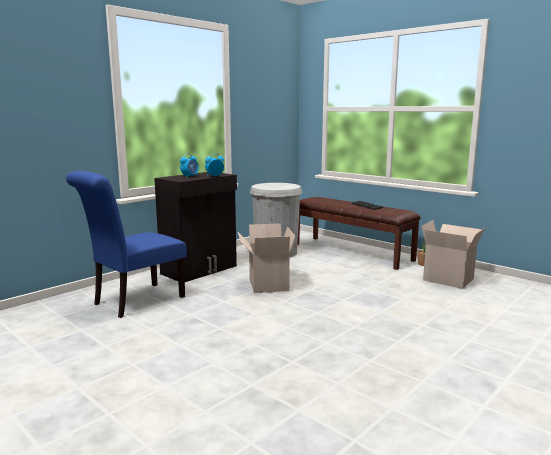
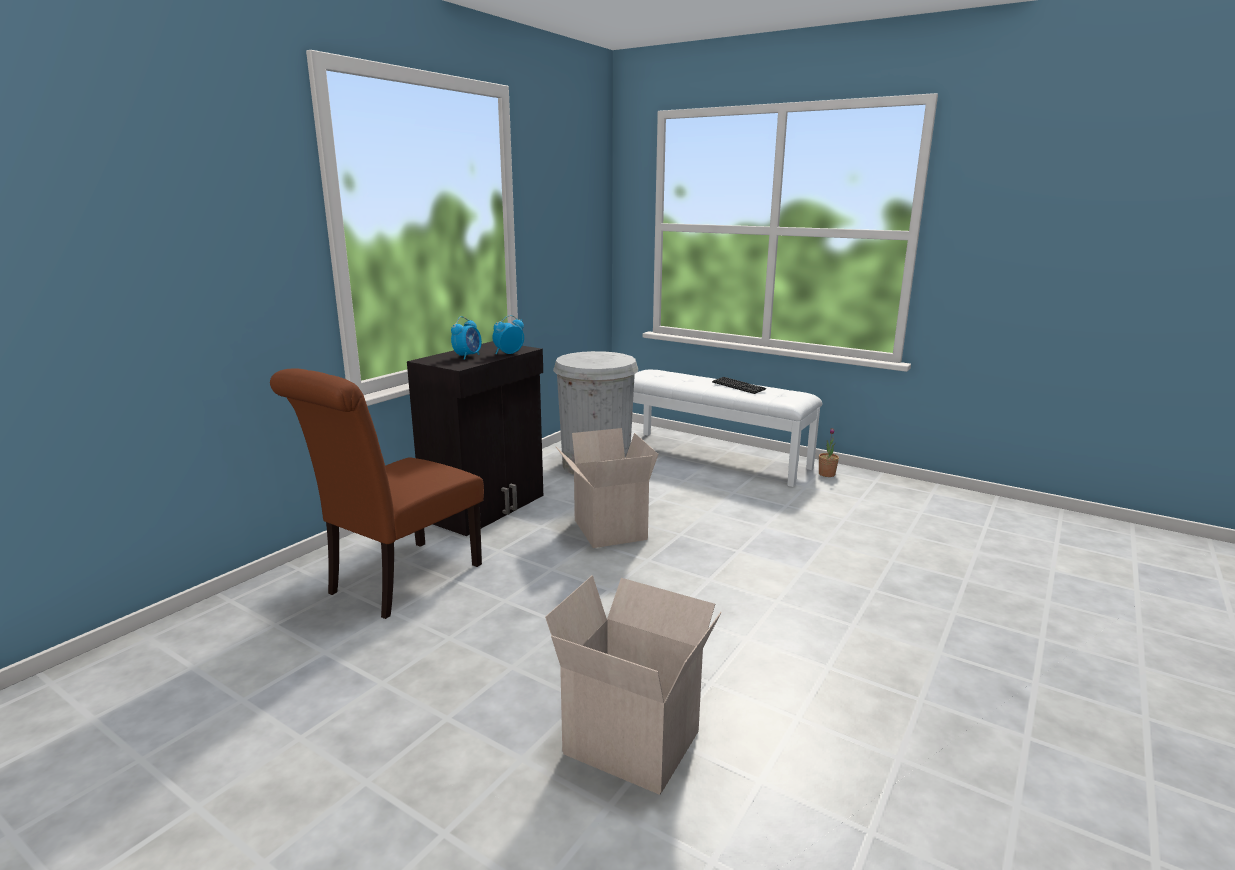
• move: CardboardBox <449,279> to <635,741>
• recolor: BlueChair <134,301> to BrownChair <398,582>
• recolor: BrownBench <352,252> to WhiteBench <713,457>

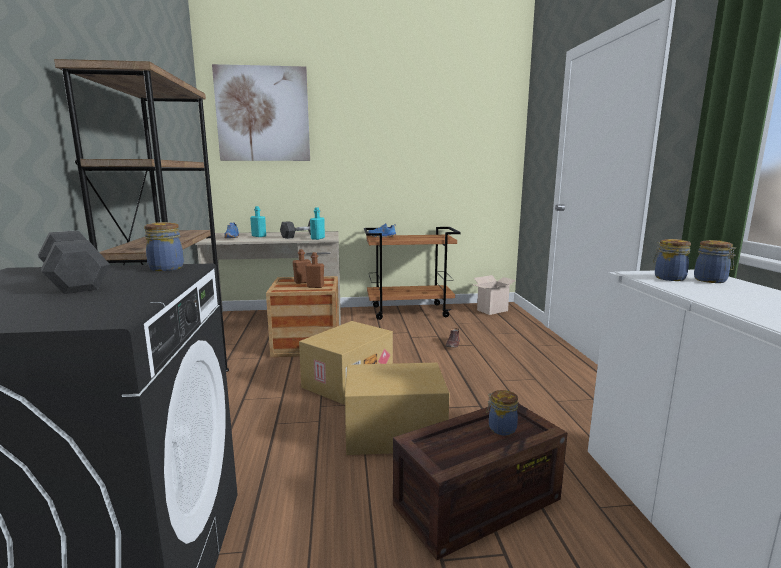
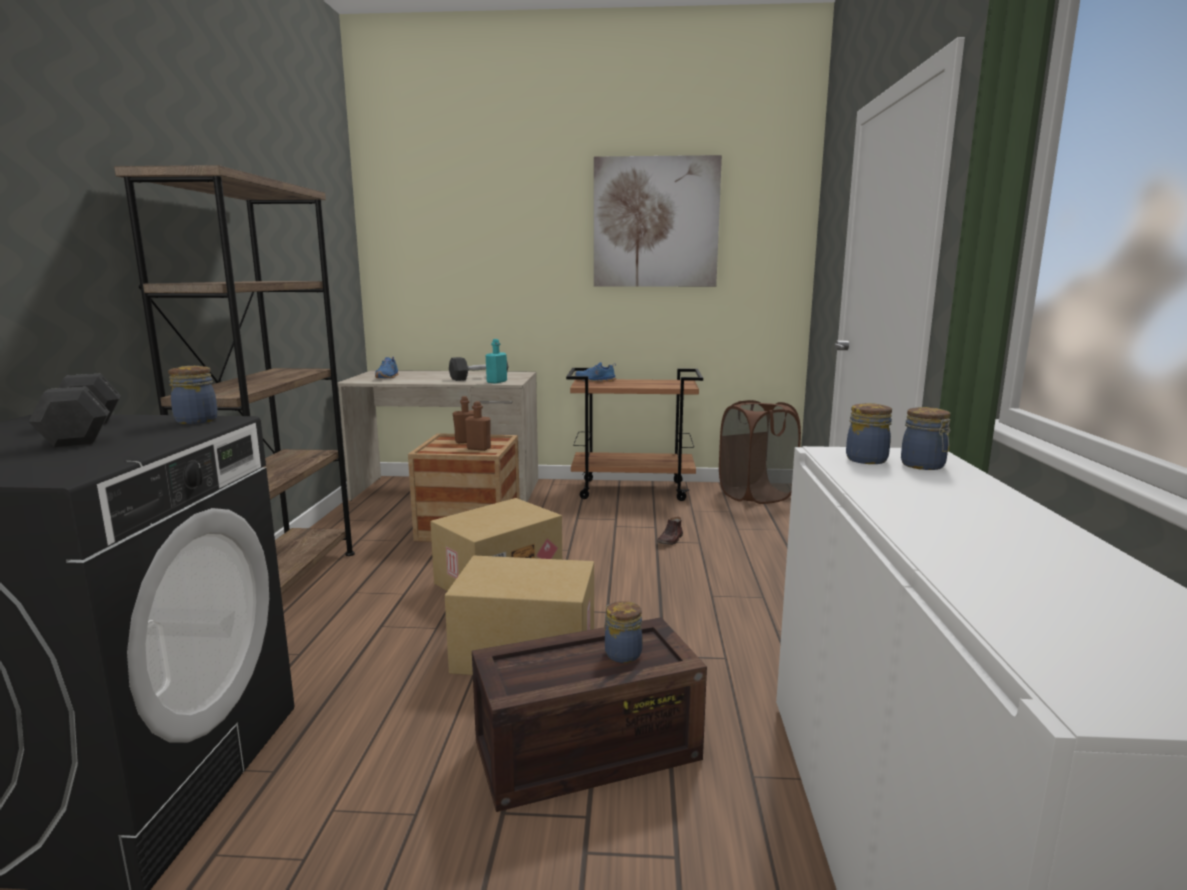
• delete: TurquoiseBottle <259,236>
• move: Picture <263,114> to <655,222>
• replace: CardboardBox <492,311> to BrownLaundryBasket <756,495>

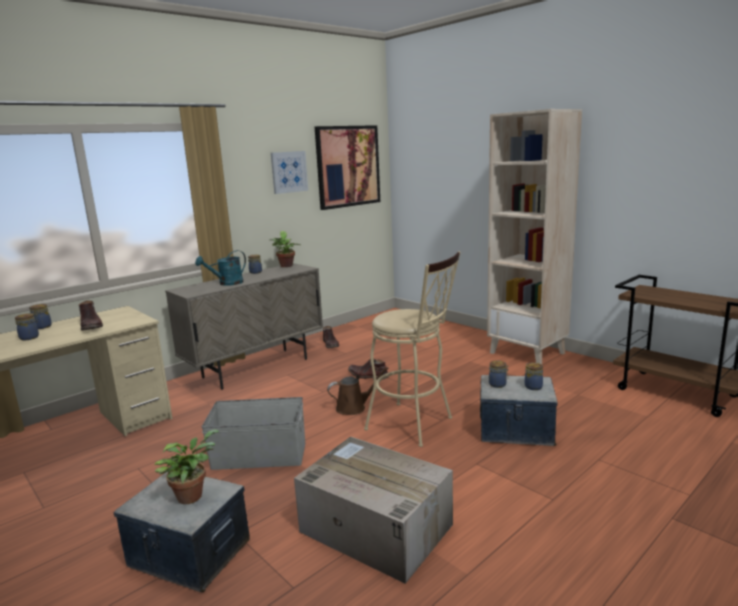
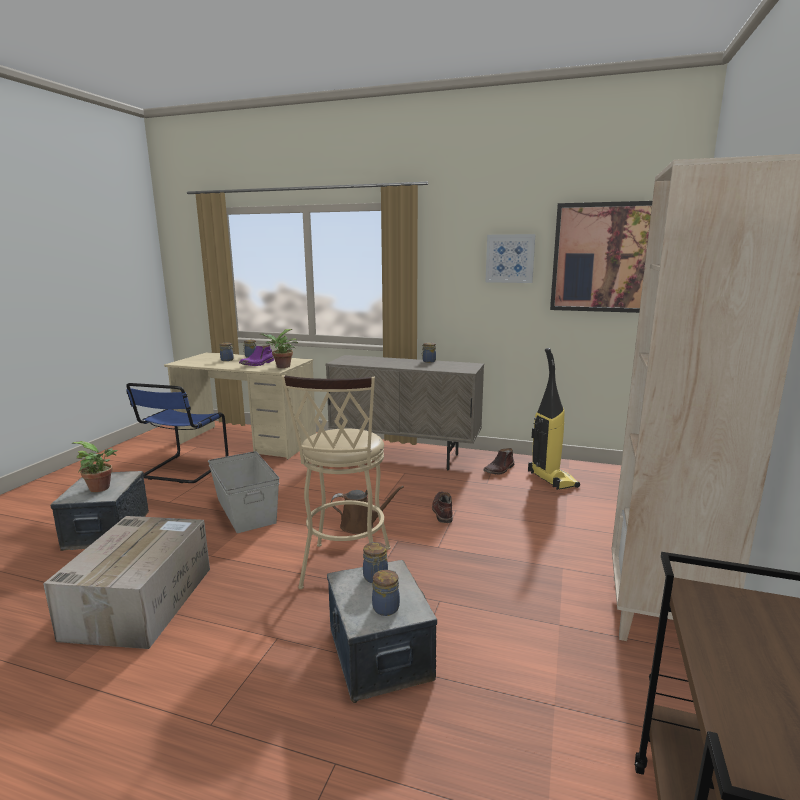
• delete: TurquoiseWateringCan <227,283>
• insert: BlueChair <183,470>
• insert: VacuumCleaner <551,479>
• move: PottedPlant <286,266> to <281,367>
• recolor: BrownBoot <91,326> to PurpleBoot <257,364>
• rotate: BrownWateringCan <354,408> = <361,525> 45 degrees counterclockwise

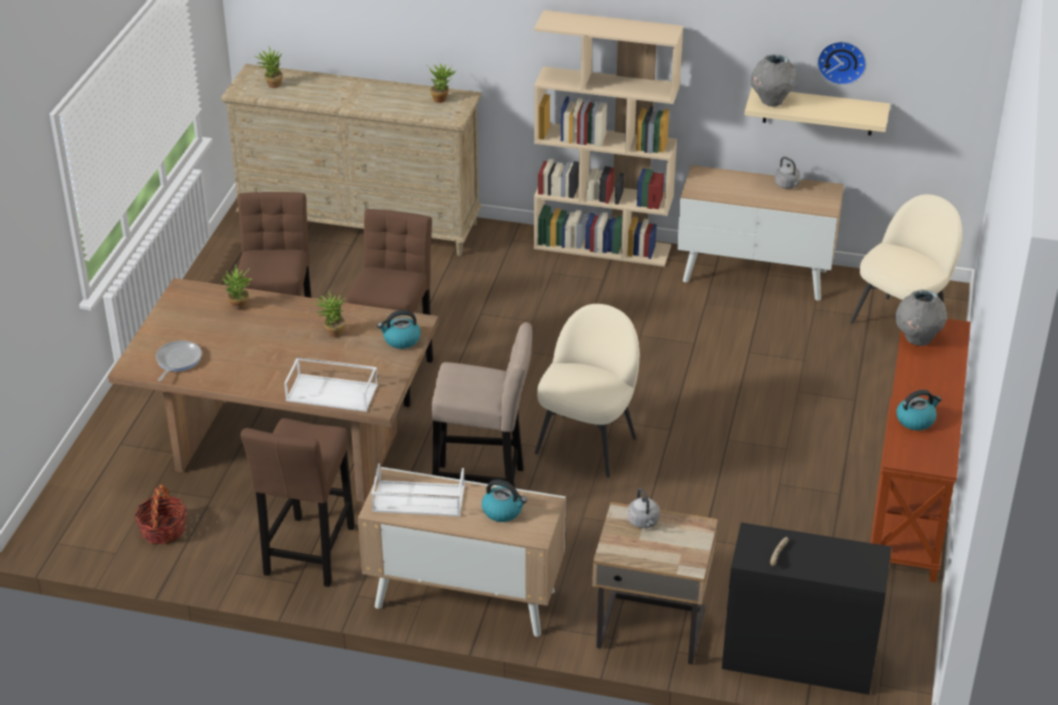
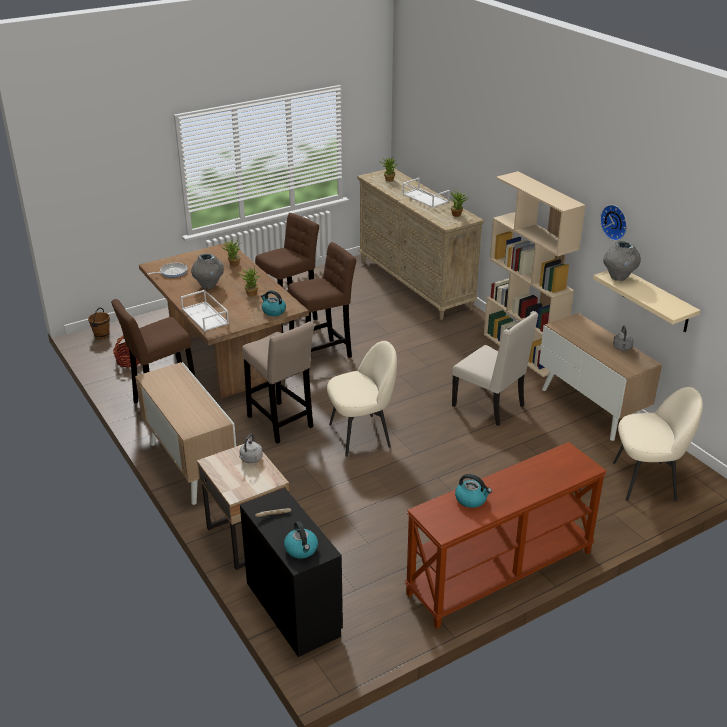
• insert: BrownBucket <102,335>
• insert: BeigeChair <490,406>
• move: WhiteTray <417,499> to <424,198>
• move: Kettle <503,511> to <301,549>
• move: WallClock <842,61> to <615,222>
• move: GreyVase <917,339> to <208,286>

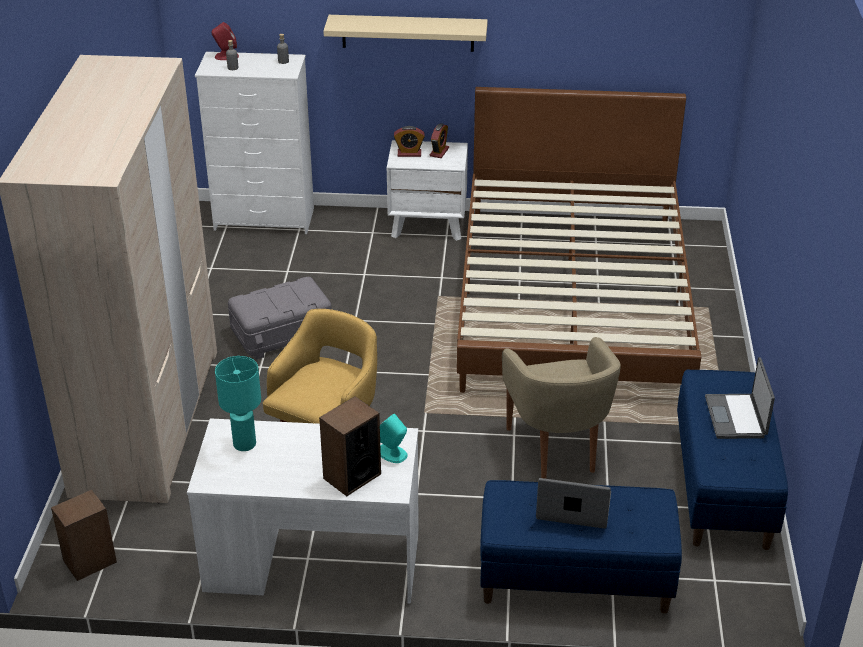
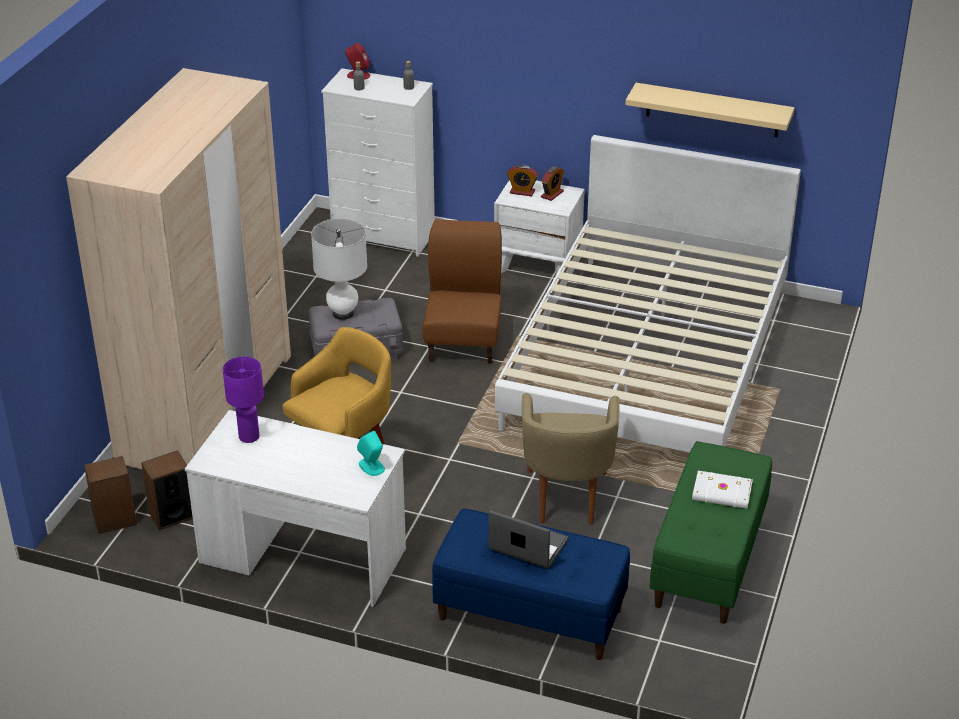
• insert: WhiteTableLamp <343,313>
• insert: BrownChair <464,341>
• move: Speaker <351,476> to <171,515>
• move: BeigeShelf <408,33> to <712,110>
• replace: Laptop <736,417> to WhiteBook <722,493>
• recolor: TurquoiseTableLamp <245,444> to PurpleTableLamp <249,436>
• recolor: BrownBed <573,299> to WhiteBed <648,359>
• recolor: BlueBench <723,488> to GreenBench <709,561>

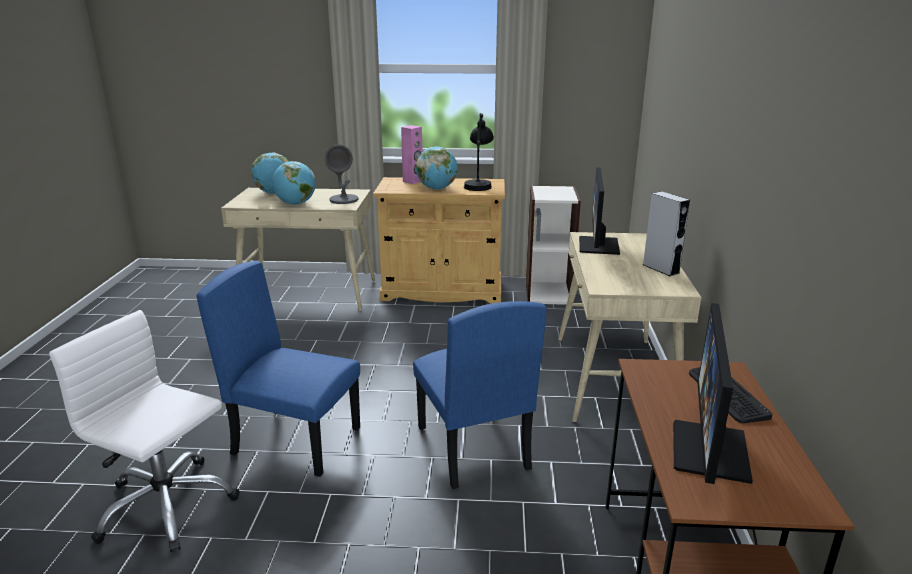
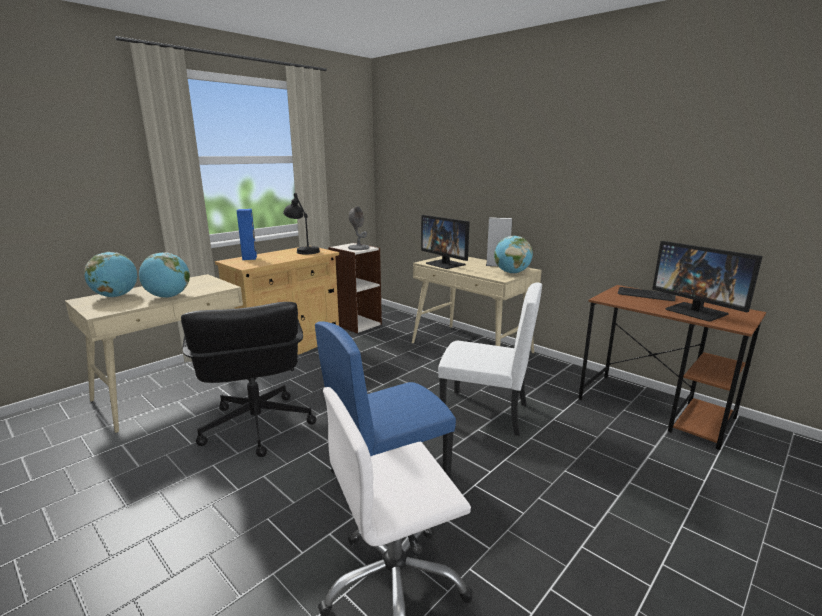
• insert: BlackOfficeChair <256,426>
• move: GreyTableLamp <344,200> to <359,248>
• move: Globe <437,188> to <511,273>
• recolor: PinkSpeaker <413,181> to BlueSpeaker <250,258>
• recolor: BlueChair <471,447> to WhiteChair <484,412>

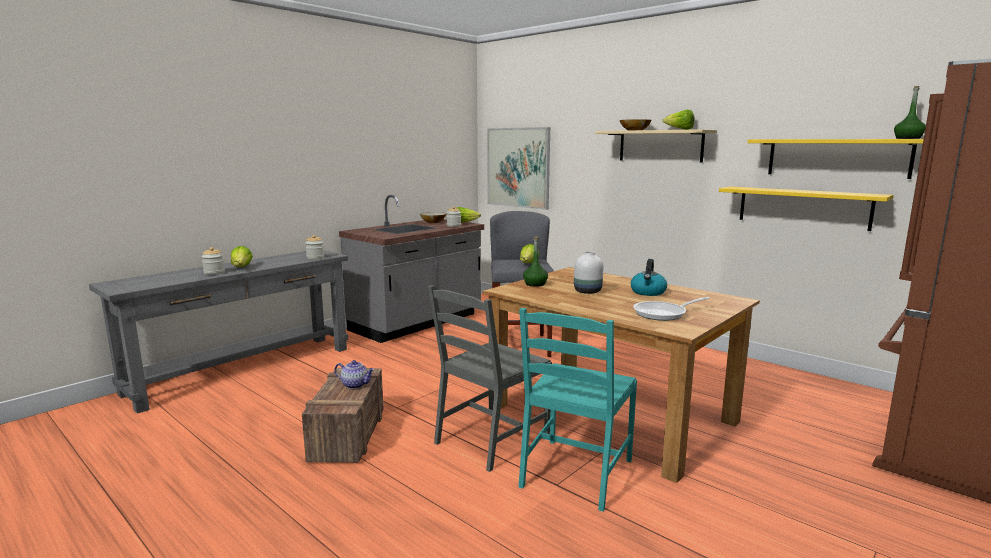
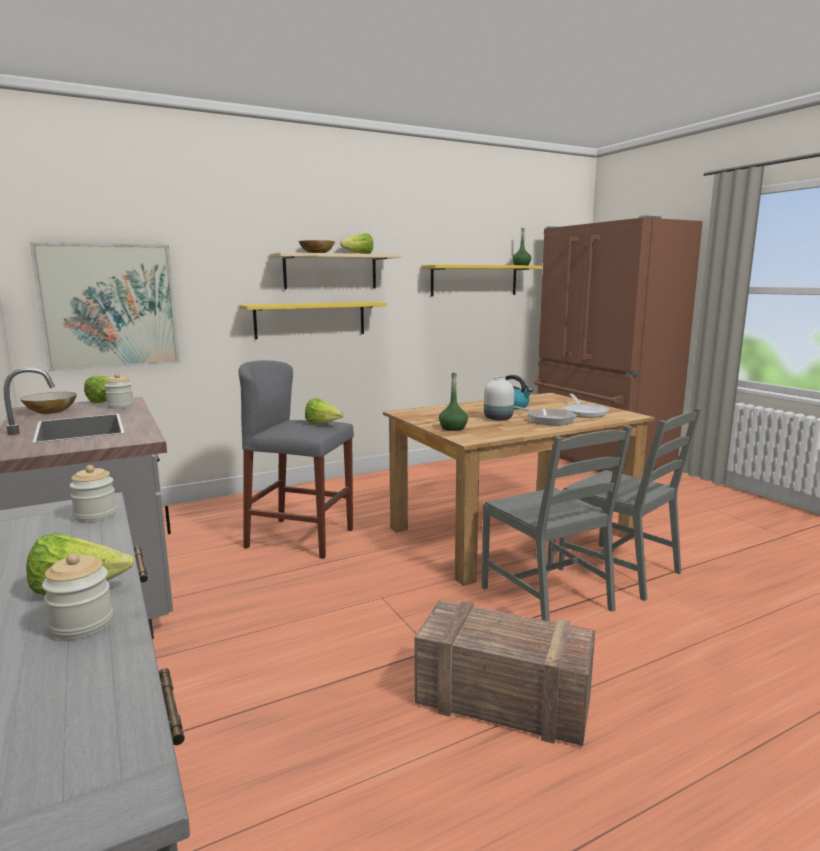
• delete: Teapot <355,385>
• insert: FryingPan <548,420>
• move: YellowShelf <803,207> to <310,319>
• recolor: TurquoiseChair <576,473> to GreyChair <621,570>

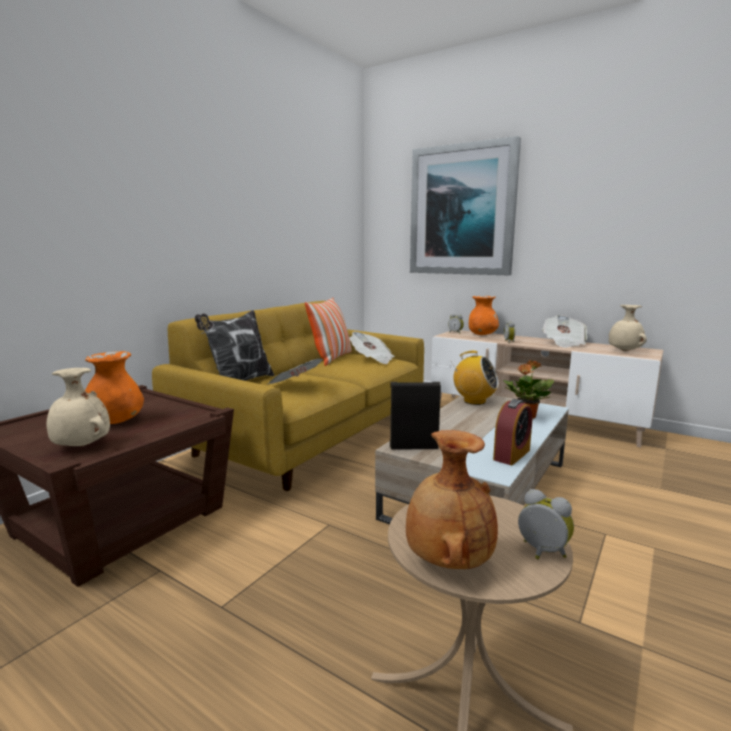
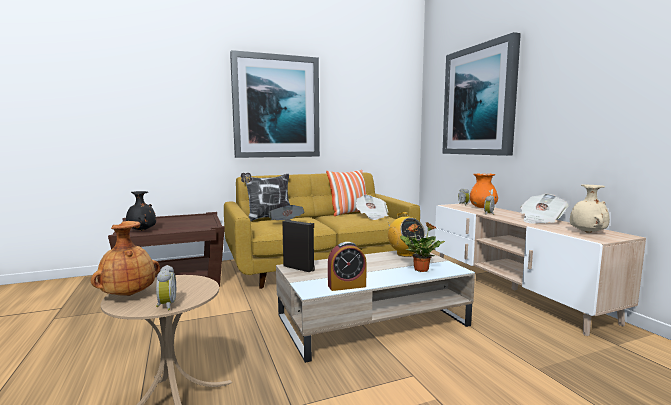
• delete: OrangeVase <116,421>
• insert: Picture <276,107>
• recolor: BeigeVase <81,446> to BlackVase <141,231>

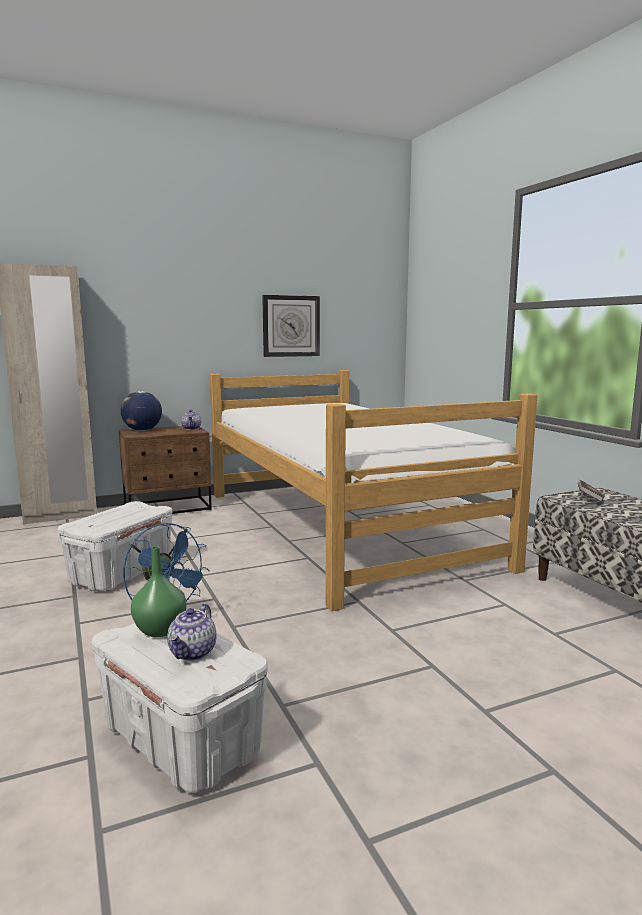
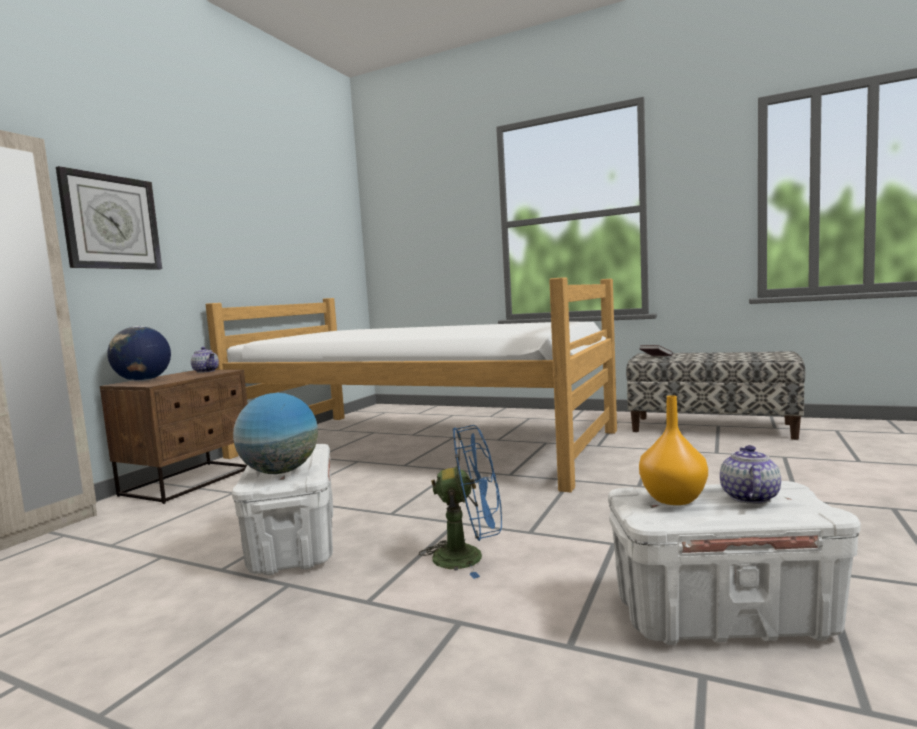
• insert: Globe <280,472>
• move: WallClock <291,326> to <111,222>
• recolor: GreenVase <161,630> to OrangeVase <673,498>
• rotate: Teapot <193,652> = <748,497> 135 degrees counterclockwise

